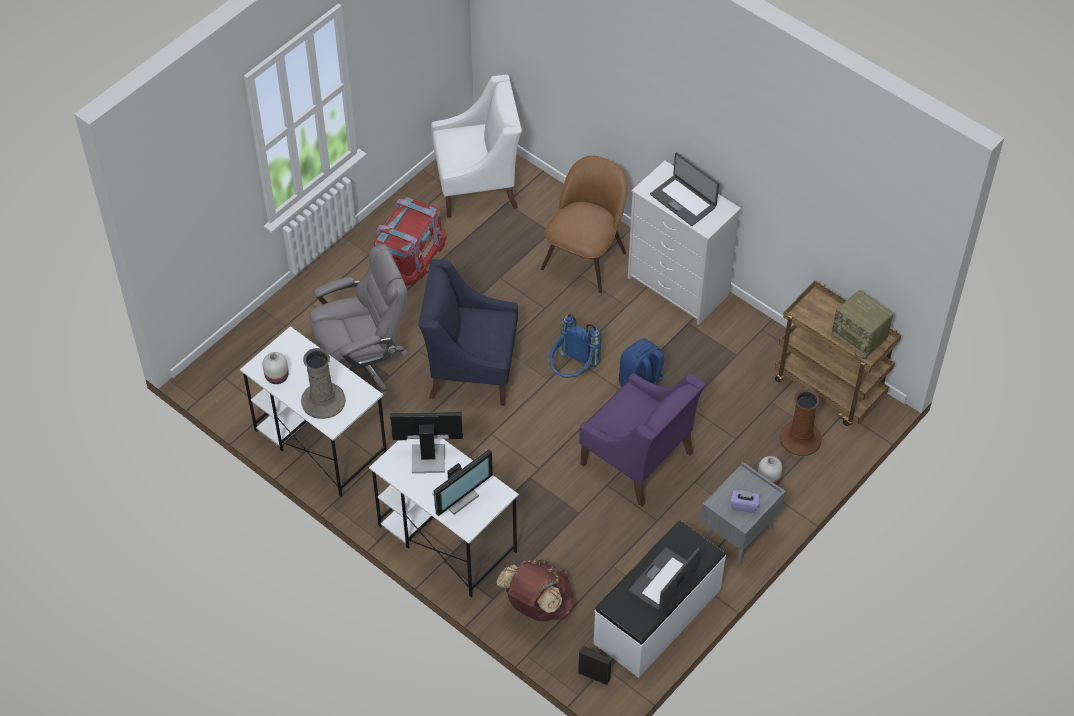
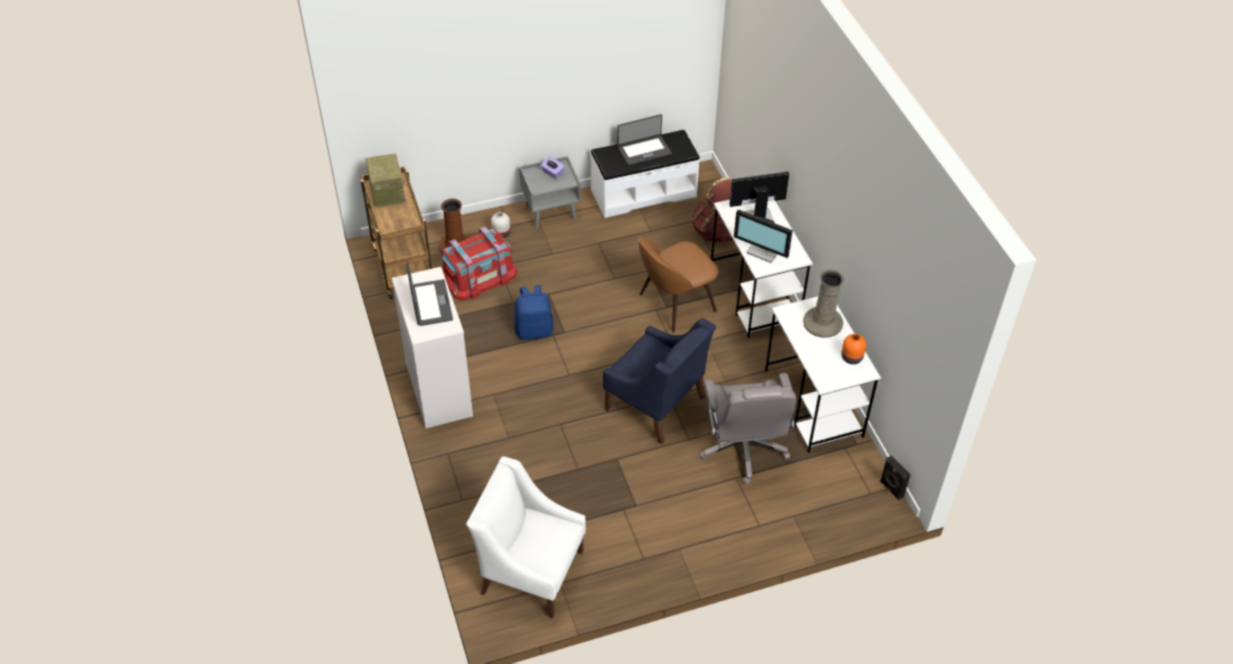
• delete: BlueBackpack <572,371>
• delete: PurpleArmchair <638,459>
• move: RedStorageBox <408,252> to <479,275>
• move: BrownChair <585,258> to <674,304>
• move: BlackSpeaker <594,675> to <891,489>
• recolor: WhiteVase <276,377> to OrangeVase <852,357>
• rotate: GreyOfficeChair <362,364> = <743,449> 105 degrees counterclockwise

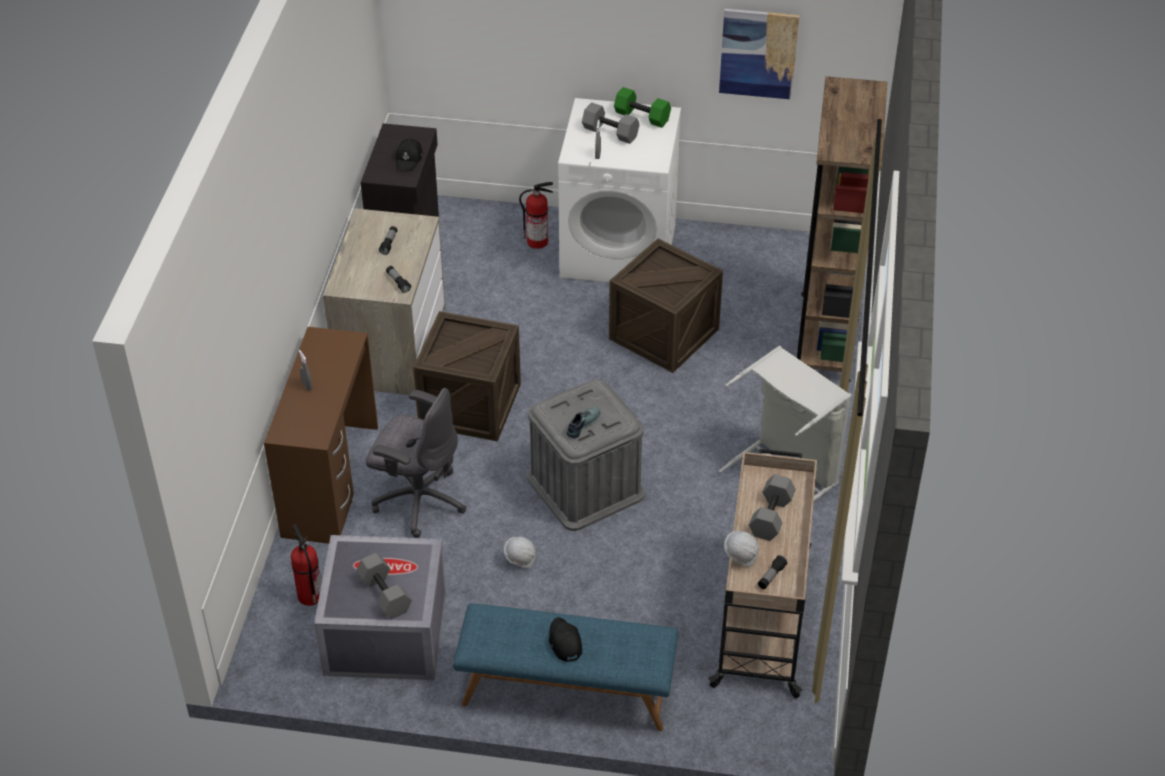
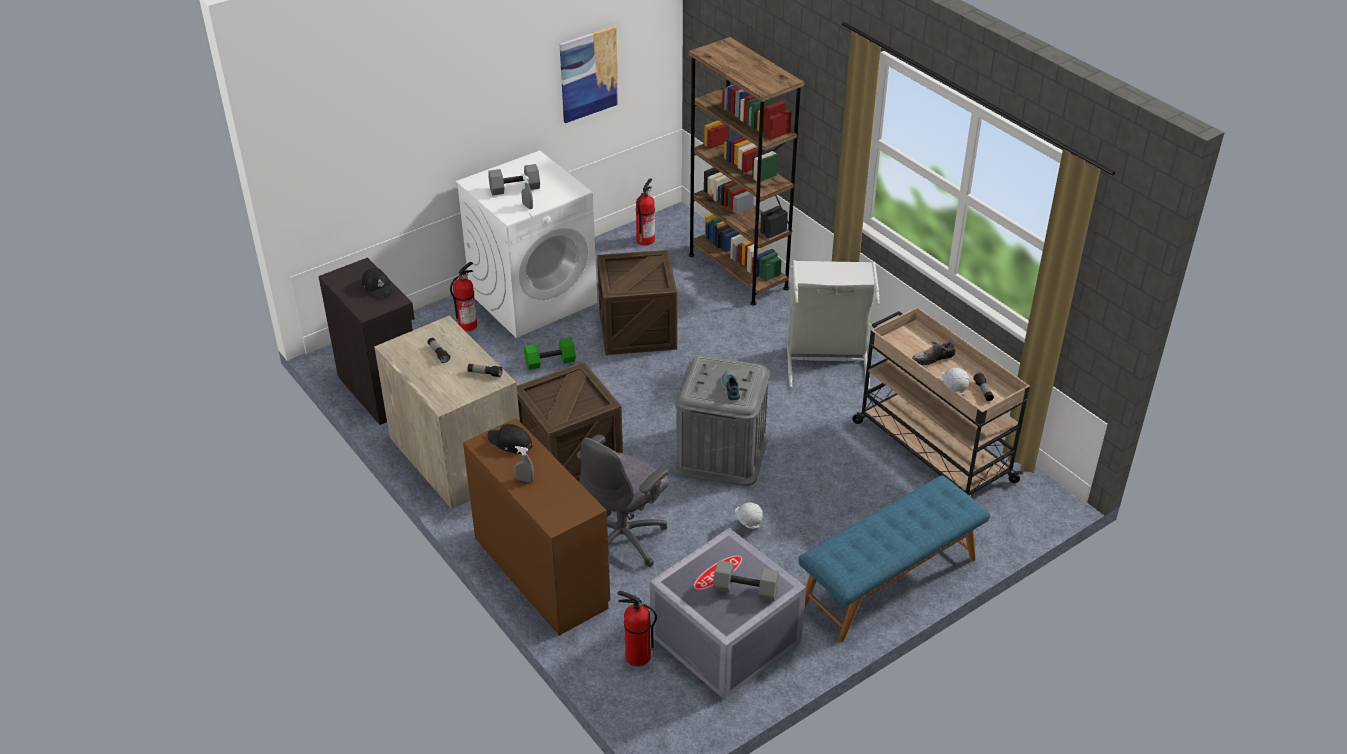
• insert: FireExtinguisher <645,239>
• move: BlackCap <564,642> to <510,443>
• move: GreenDumbbell <643,116> to <550,361>
• replace: GreyDumbbell <772,517> to Shoe <932,359>
• rotate: GreyOfficeChair <418,500> = <623,539> 150 degrees clockwise

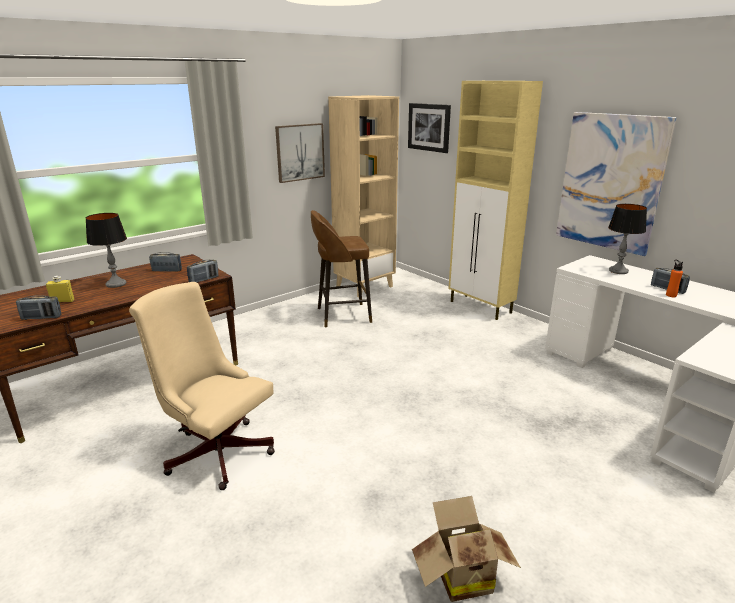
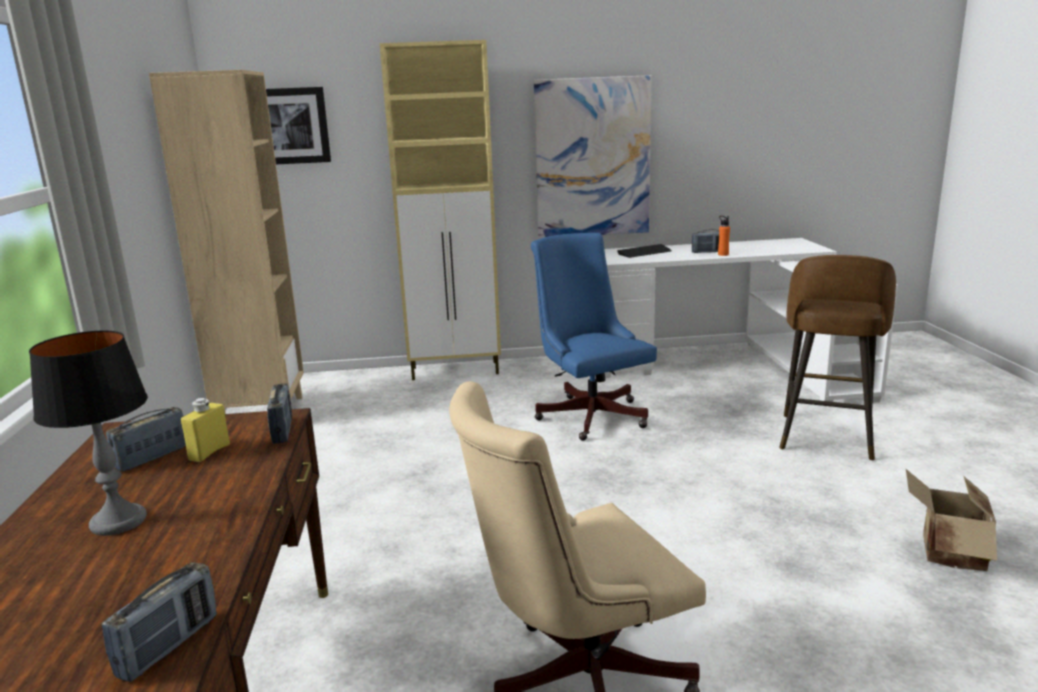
• delete: Picture <300,152>
• insert: BlueOfficeChair <589,413>
• move: YellowBottle <62,301> to <209,452>
• move: BrownStool <342,315> to <825,438>
• replace: TableLamp <618,271> to Keyboard <644,252>

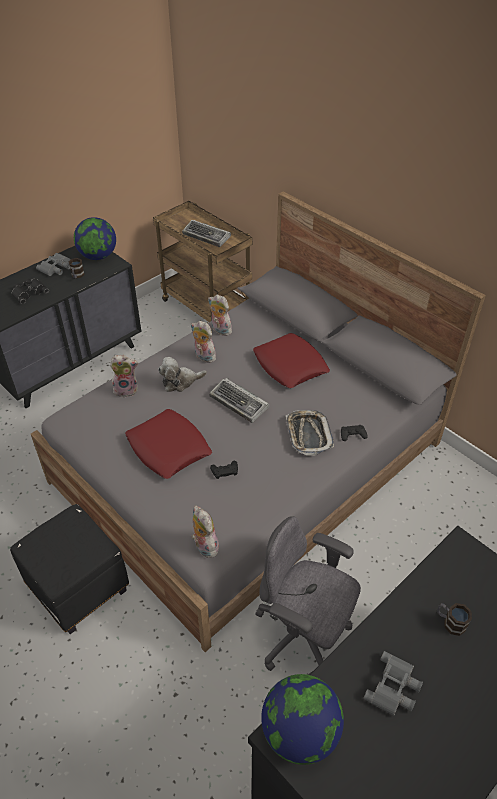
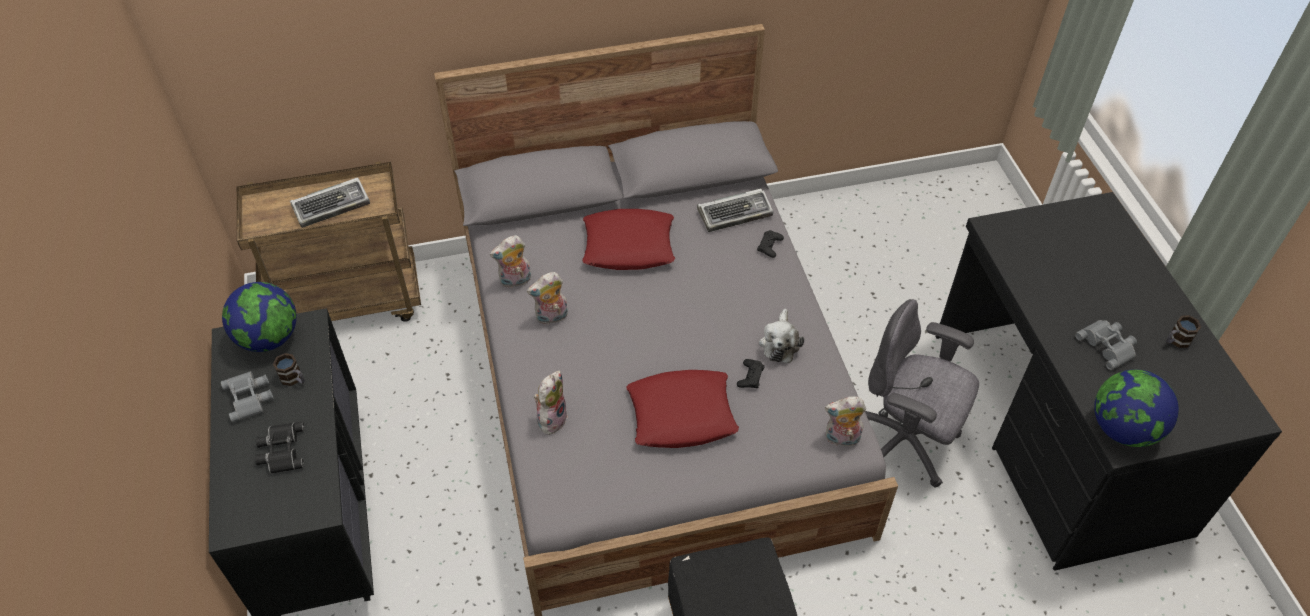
• delete: Tray <308,434>
• move: PlushToy <180,381> to <780,343>
• move: Keyboard <239,403> to <735,213>
• move: Mug <450,622> to <1175,341>
• rotate: GreyOfficeChair <303,635> = <904,443> 60 degrees clockwise

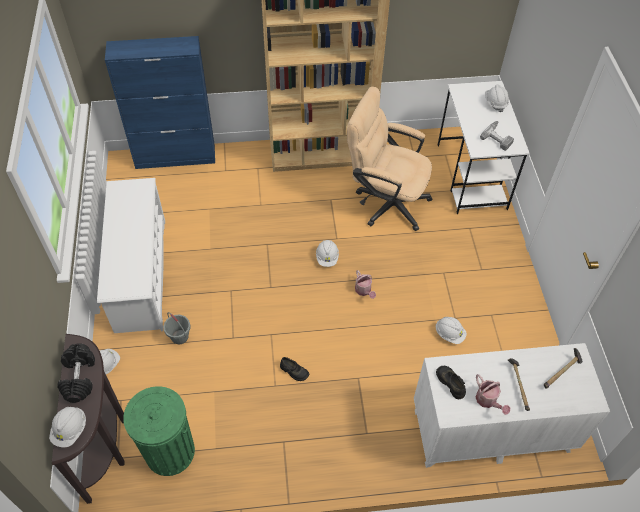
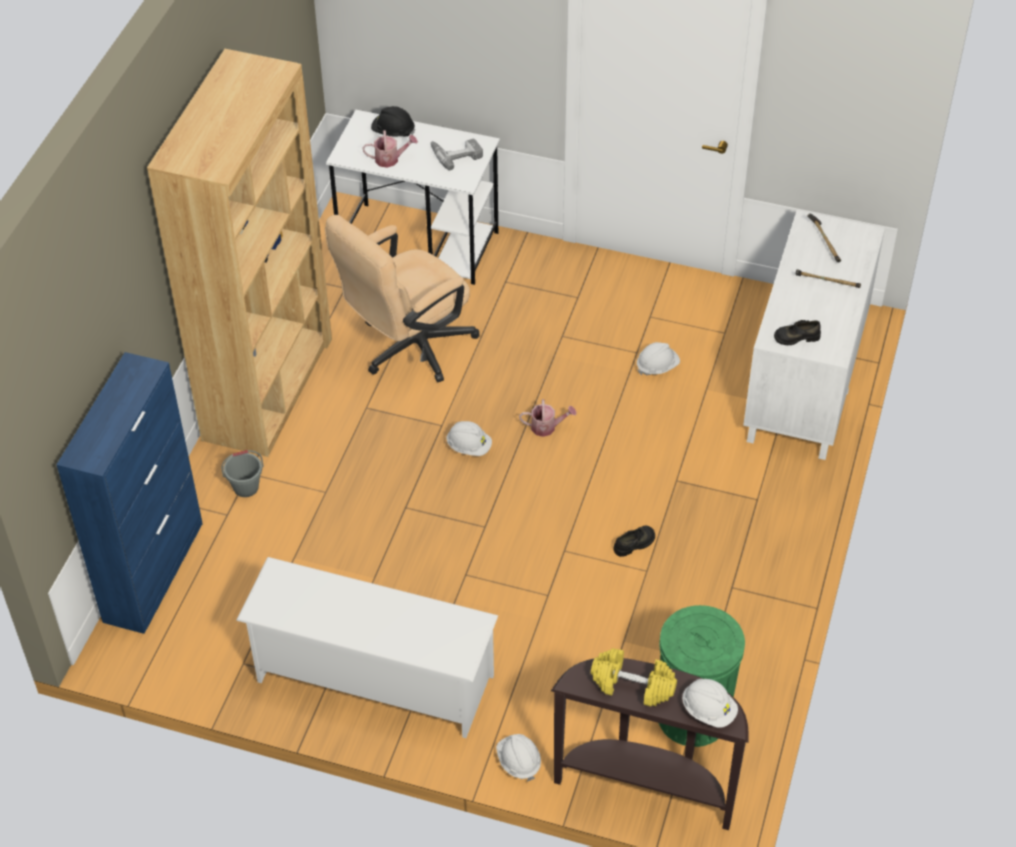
• move: GreyBucket <179,337> to <246,487>
• move: WateringCan <488,401> to <390,159>
• recolor: BlackDumbbell <79,377> to YellowDumbbell <632,686>
• recolor: WhiteHardHat <495,103> to BlackHardHat <393,132>

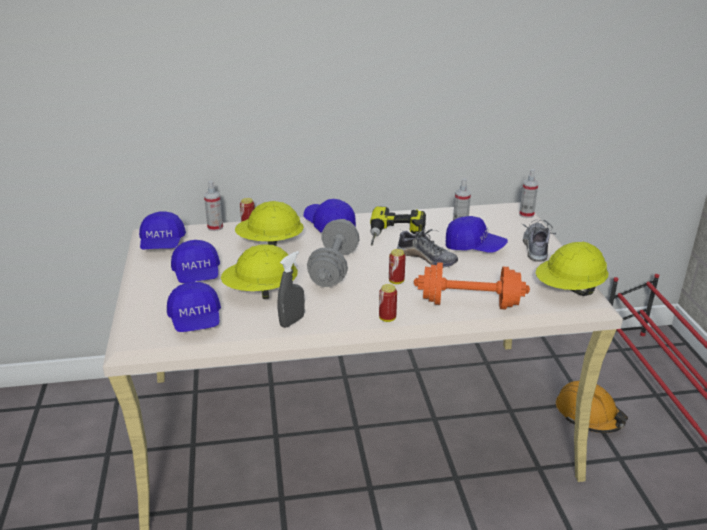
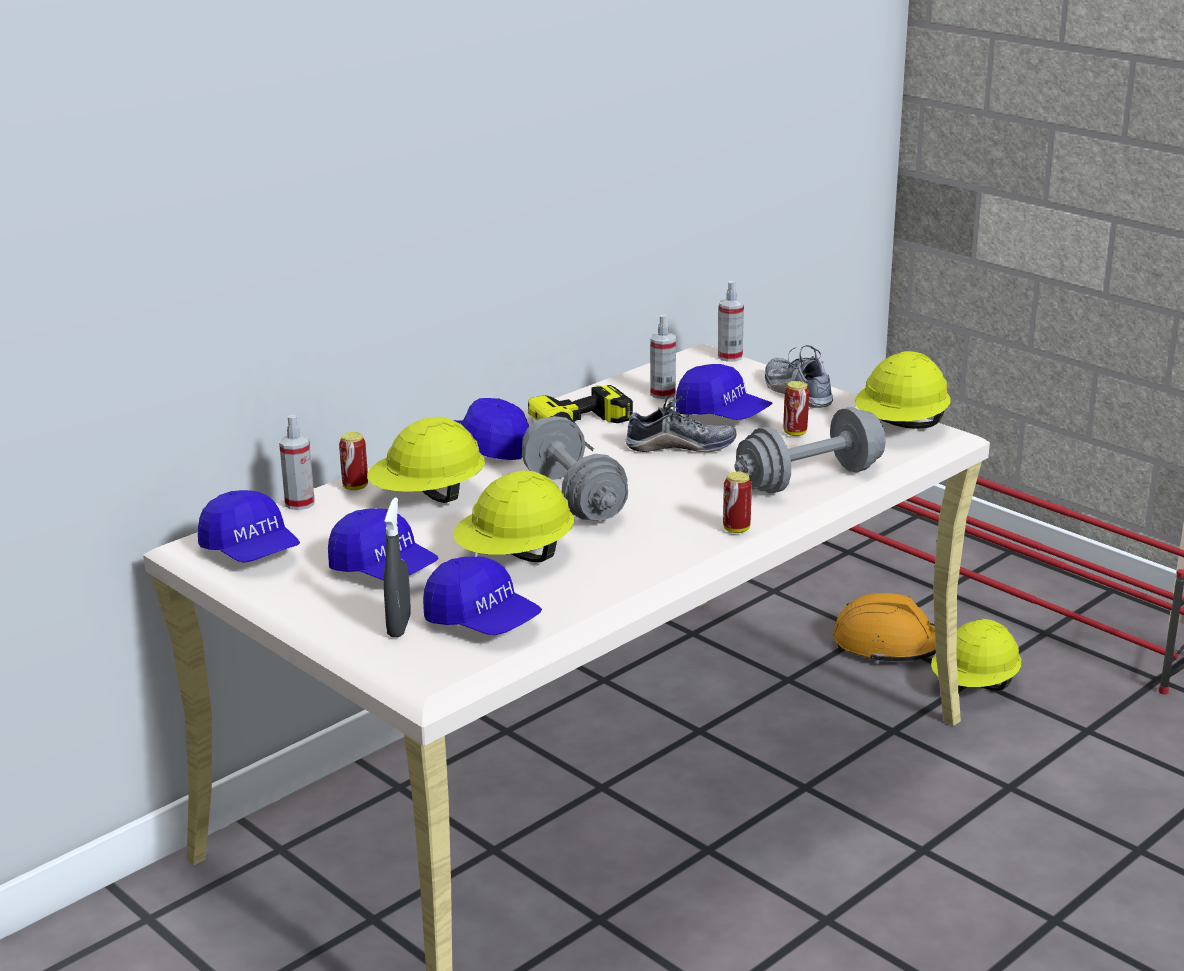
• insert: YellowHardHat <974,685>
• move: GreySprayBottle <292,321> to <399,626>
• move: Can <396,281> to <795,433>
• recolor: OrangeDumbbell <469,303> to GreyDumbbell <809,479>
• rotate: BlueCap <474,247> = <722,415> 45 degrees clockwise

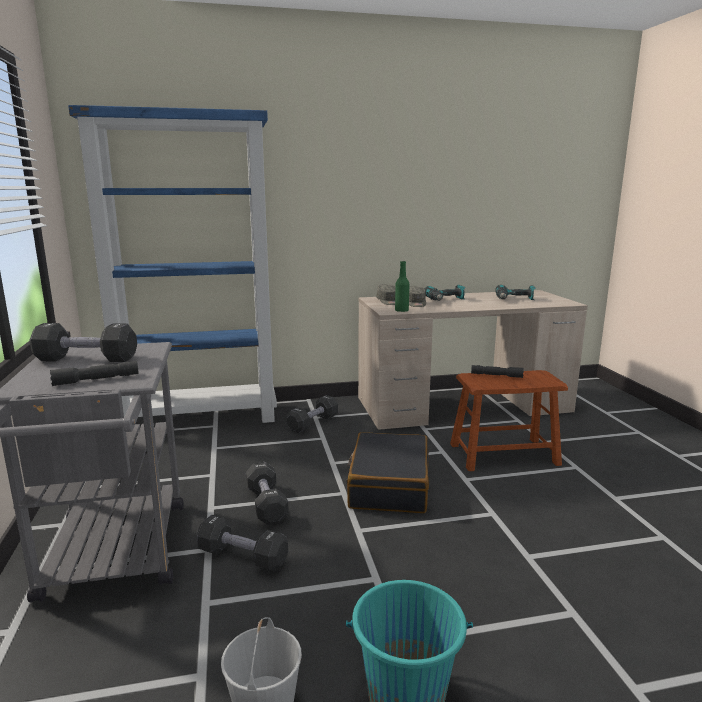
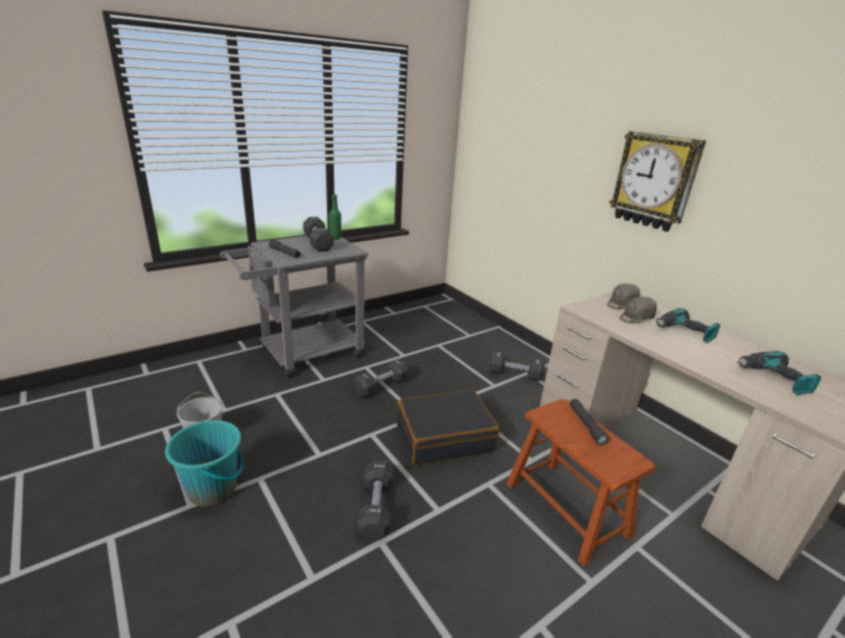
• delete: BlueBookcase <201,417>
• insert: WallClock <654,181>
• move: BlackDumbbell <242,557> to <376,508>
• move: GreenBottle <401,310> to <335,237>

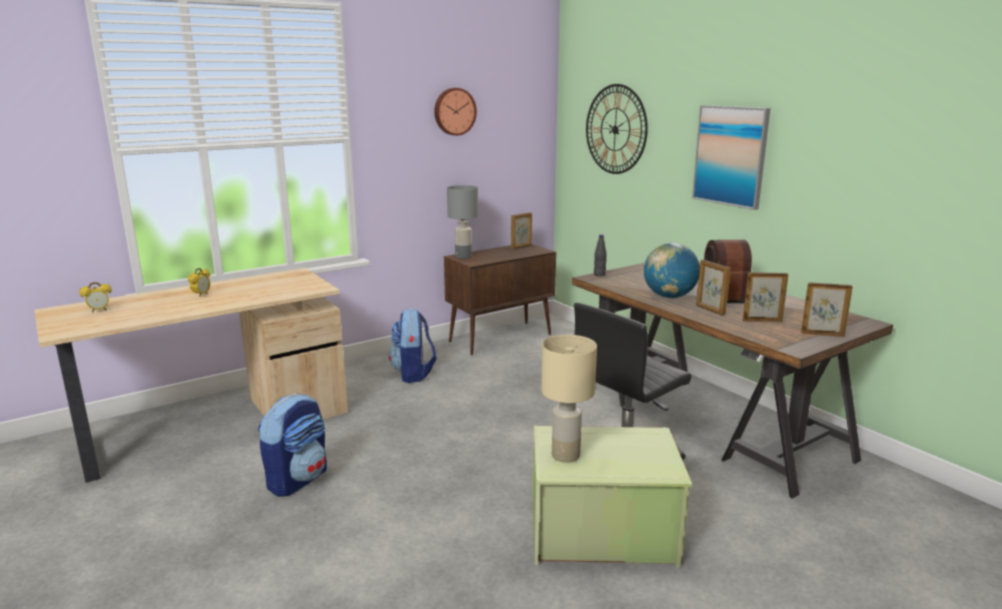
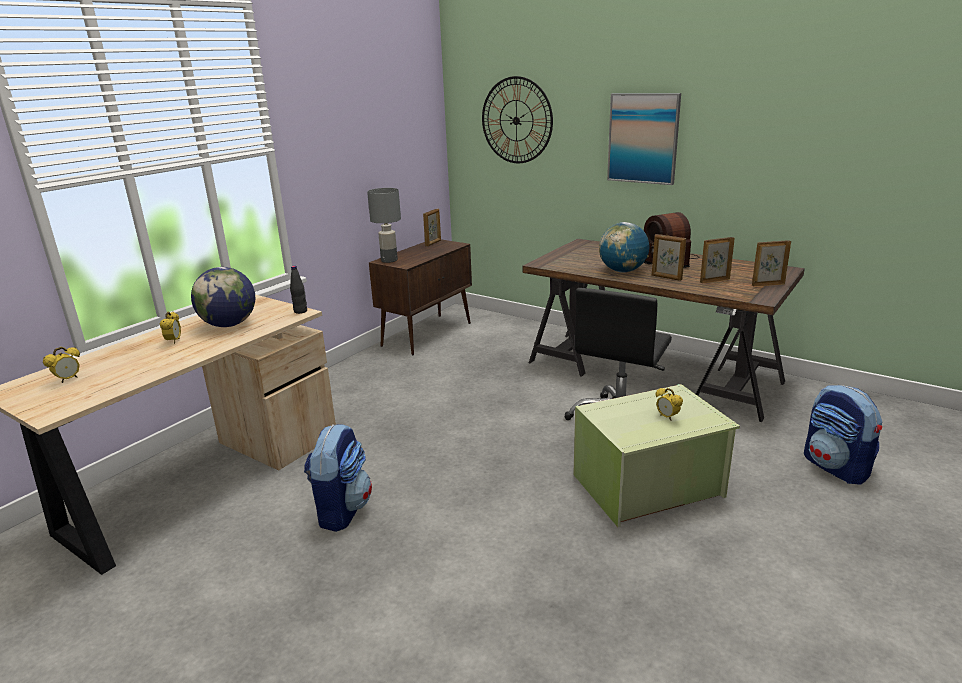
• delete: WallClock <454,111>
• delete: BeigeTableLamp <564,455>
• insert: Globe <229,325>
• insert: AlarmClock <667,417>
• move: Backpack <413,374> to <836,467>
• move: BlackBottle <599,275> to <300,311>

